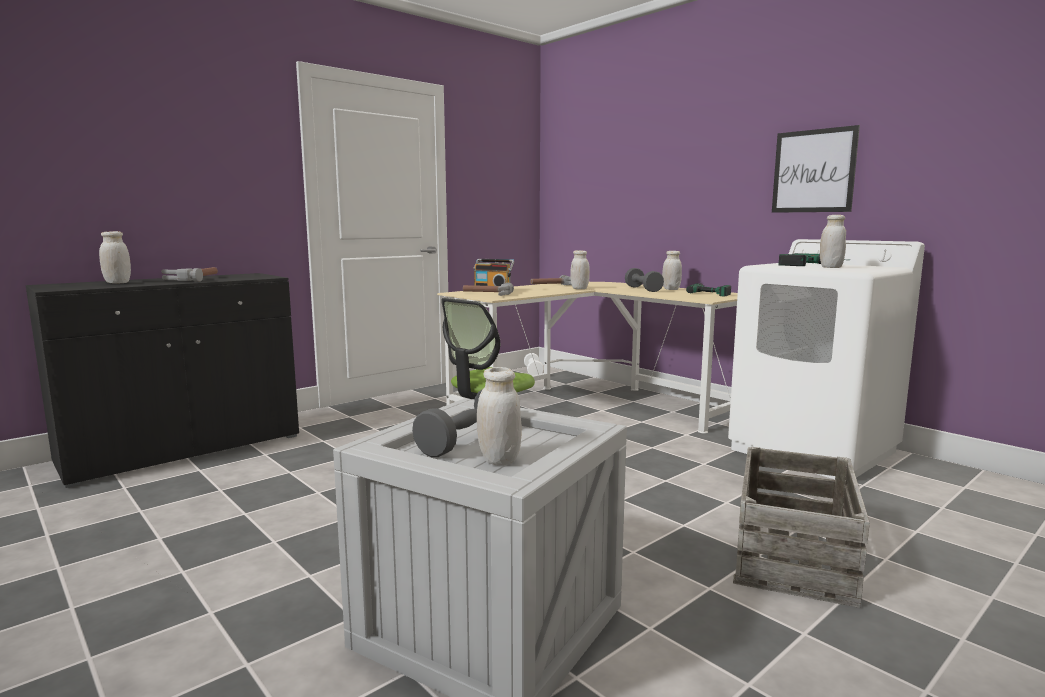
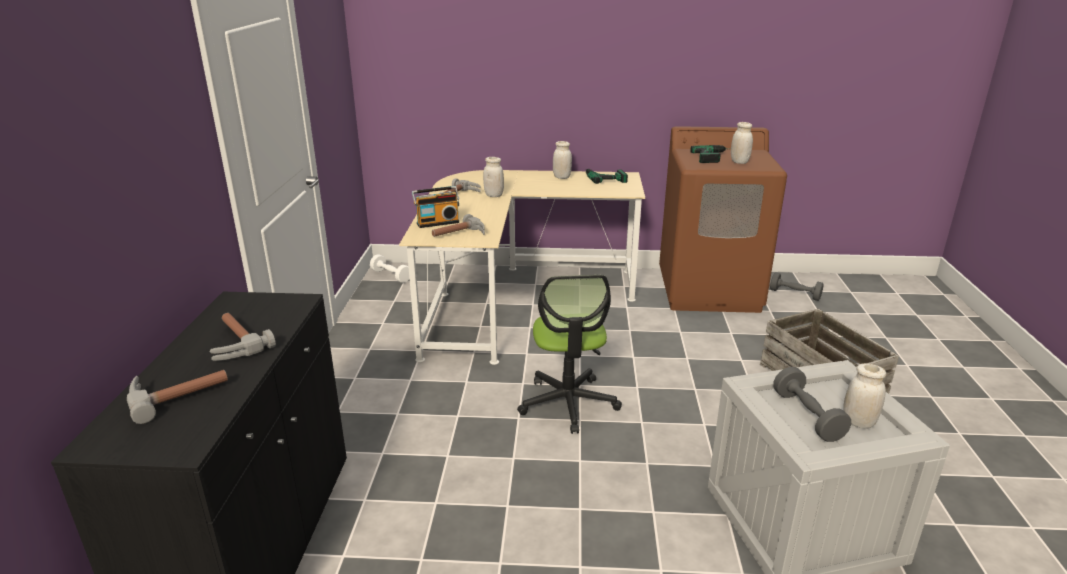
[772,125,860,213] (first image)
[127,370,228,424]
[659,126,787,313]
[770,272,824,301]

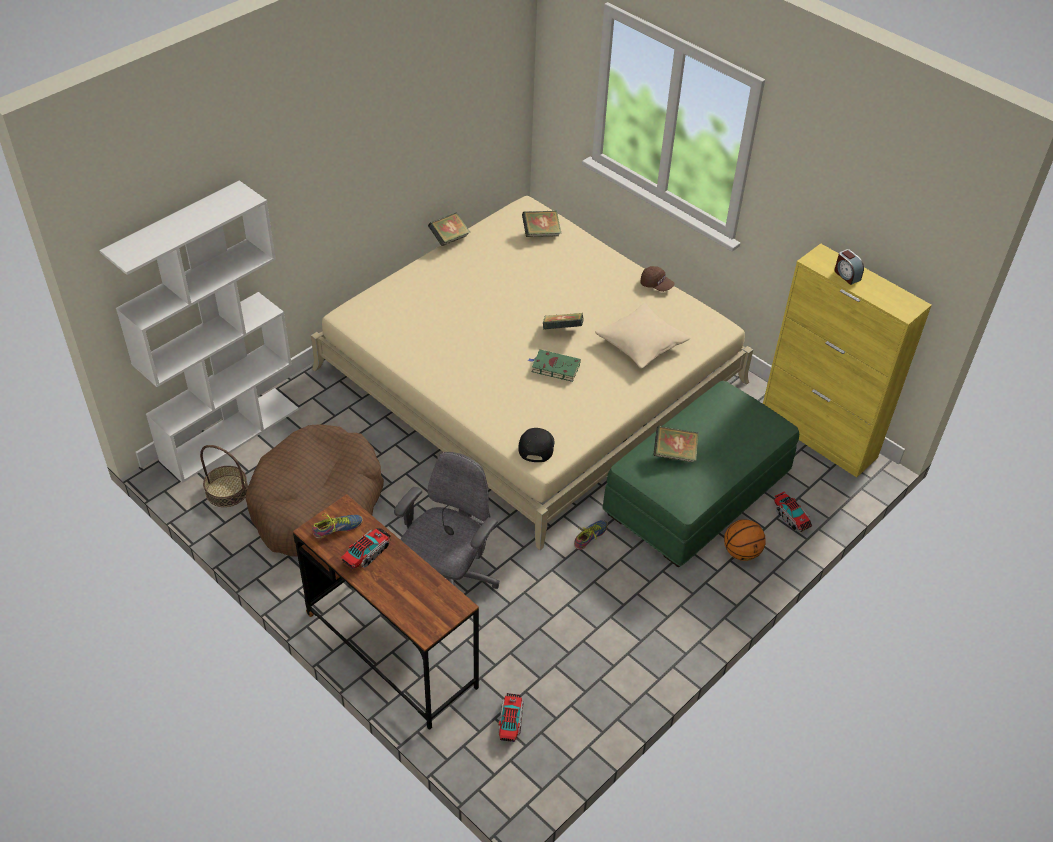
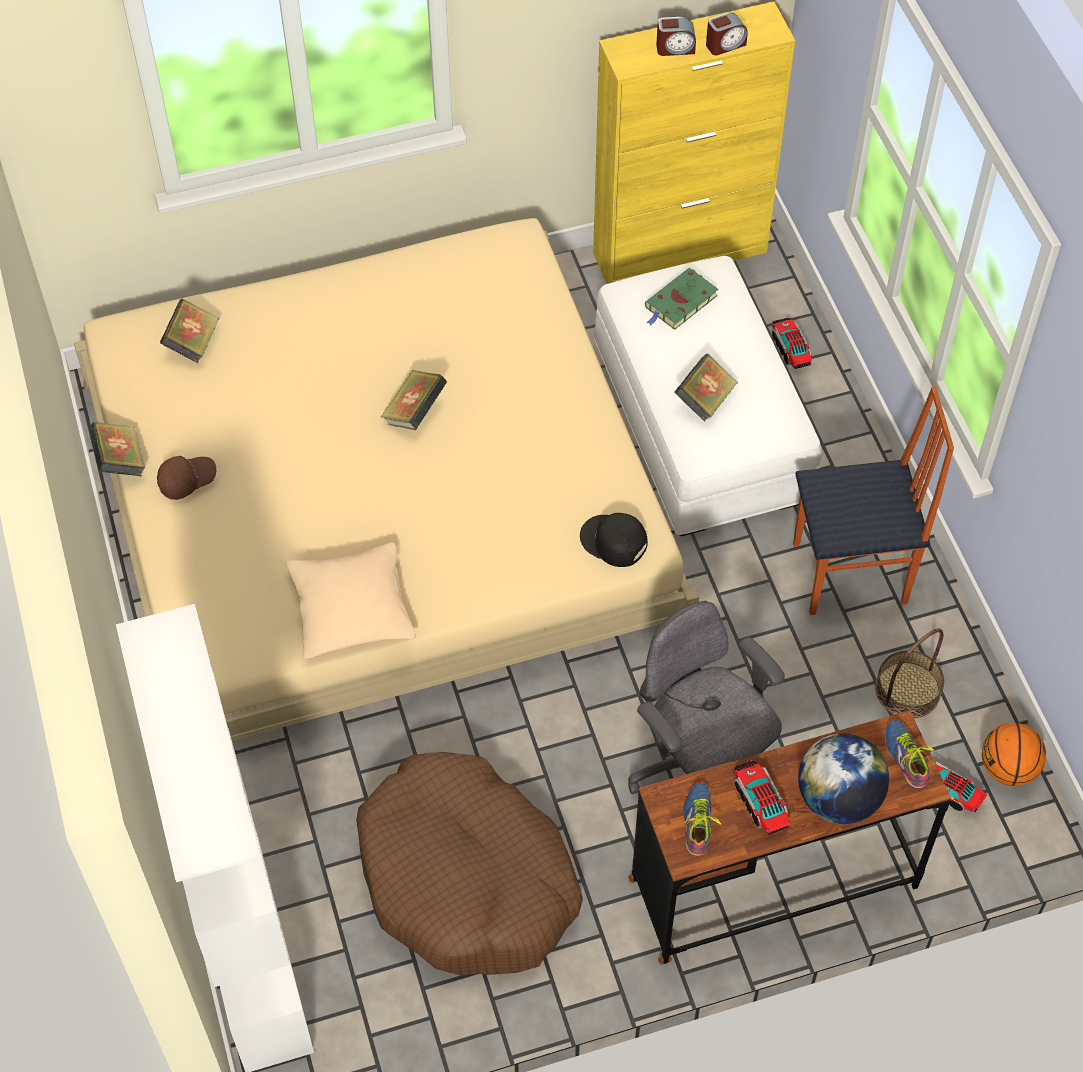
[157,456,216,500]
[286,542,416,659]
[645,268,718,330]
[594,256,822,536]
[875,628,944,718]
[772,318,812,369]
[982,723,1046,786]
[885,720,934,788]
[706,13,748,55]
[793,386,954,615]
[798,733,889,824]

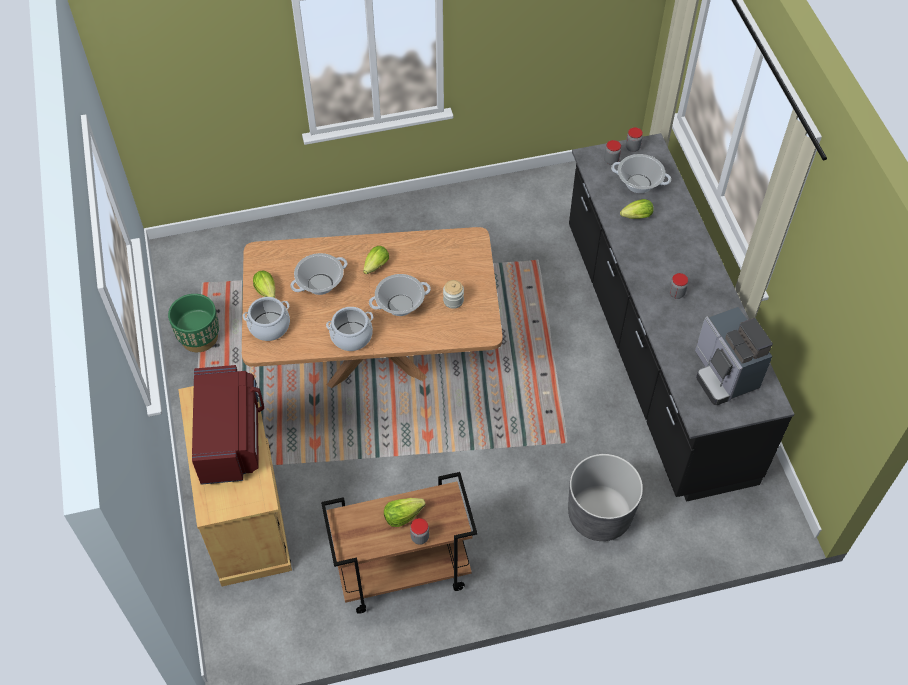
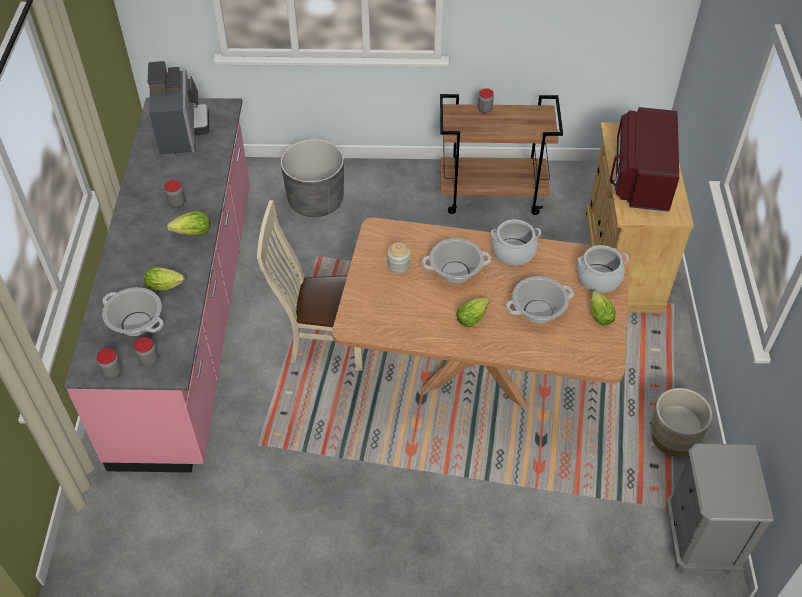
[64,98,250,473]
[651,388,712,456]
[167,211,210,236]
[257,200,363,371]
[666,443,773,575]

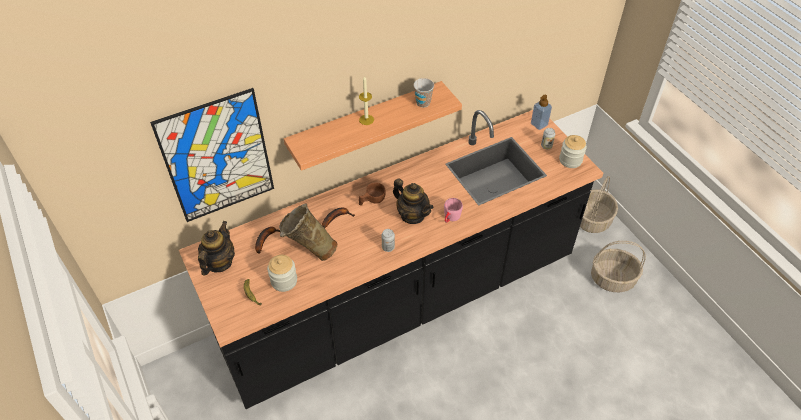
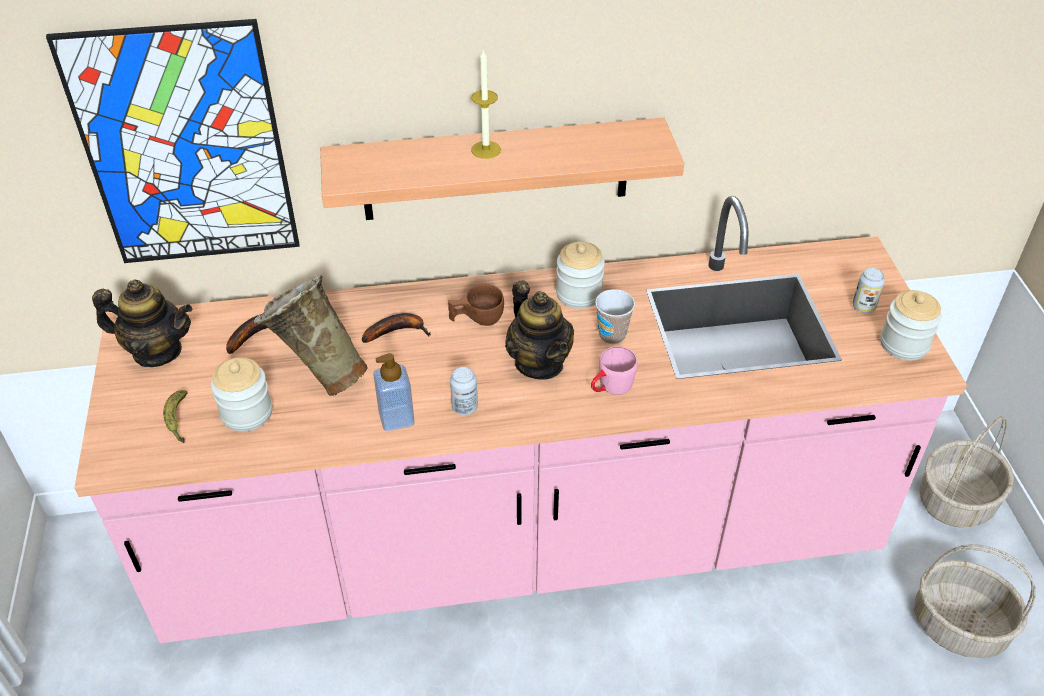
[595,289,635,344]
[373,353,415,431]
[74,196,967,643]
[92,279,192,367]
[556,242,605,309]

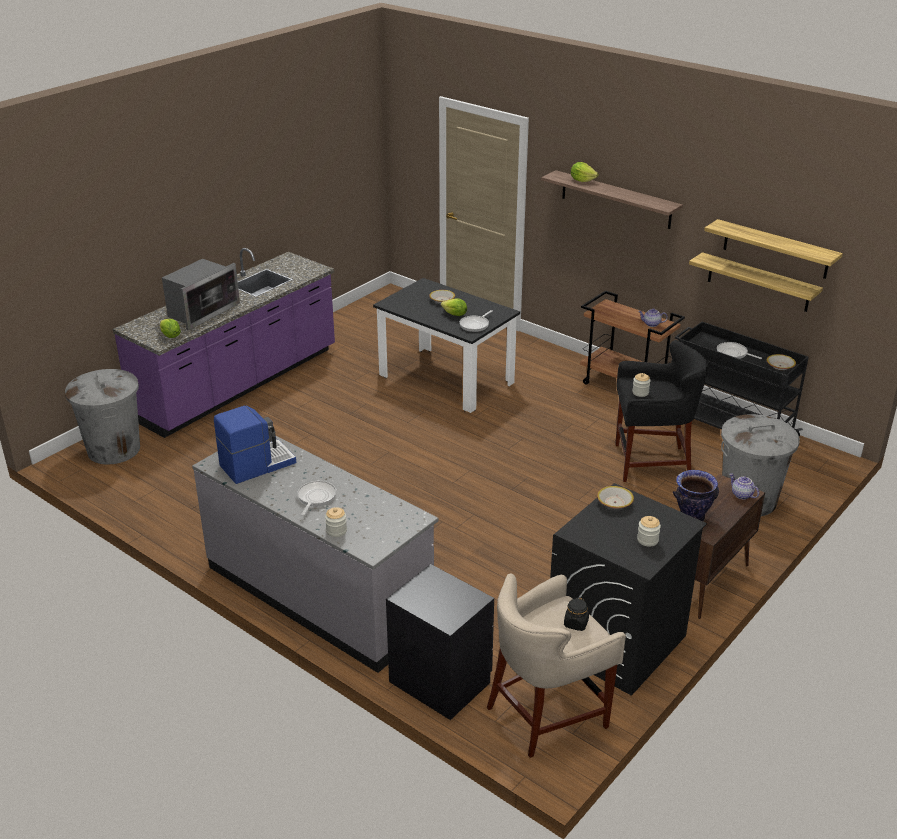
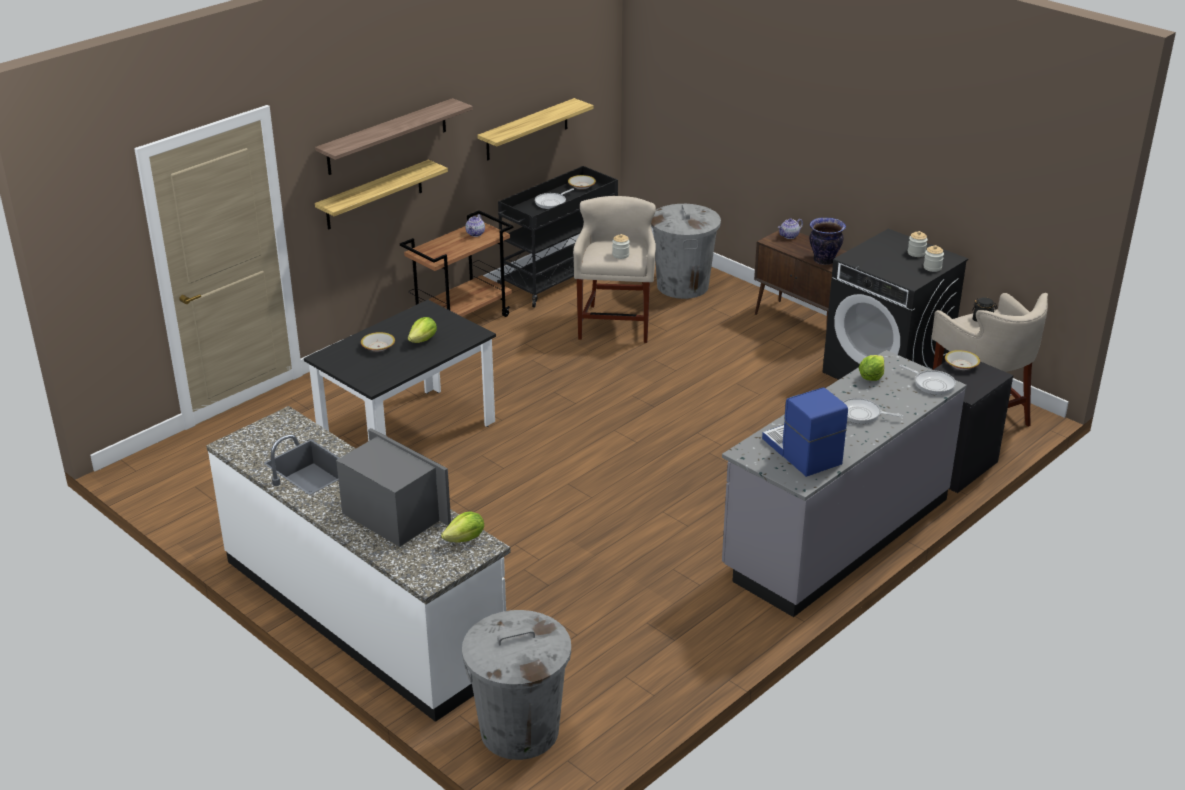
[859,355,884,381]
[315,160,448,230]
[206,406,511,722]
[899,365,956,395]
[573,196,656,343]
[945,350,980,370]
[923,245,944,272]

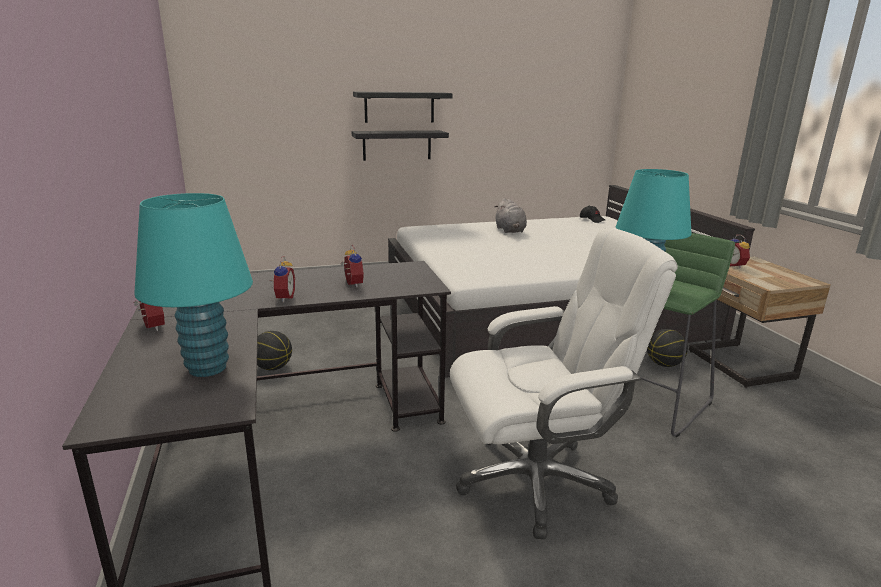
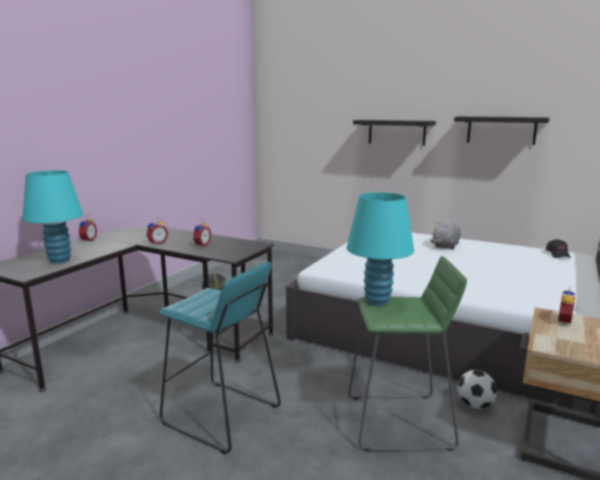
[454,116,550,145]
[159,261,281,454]
[457,370,497,409]

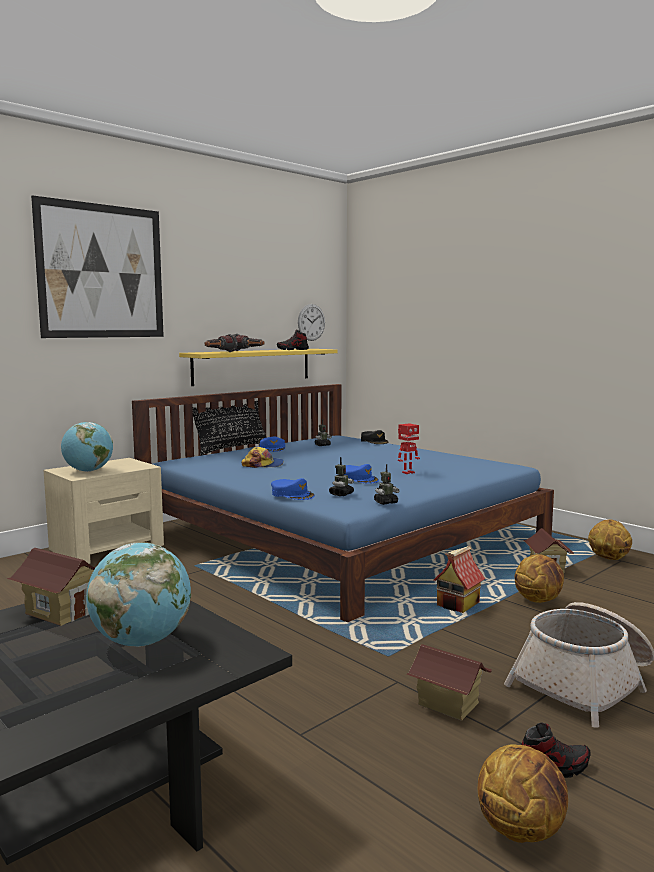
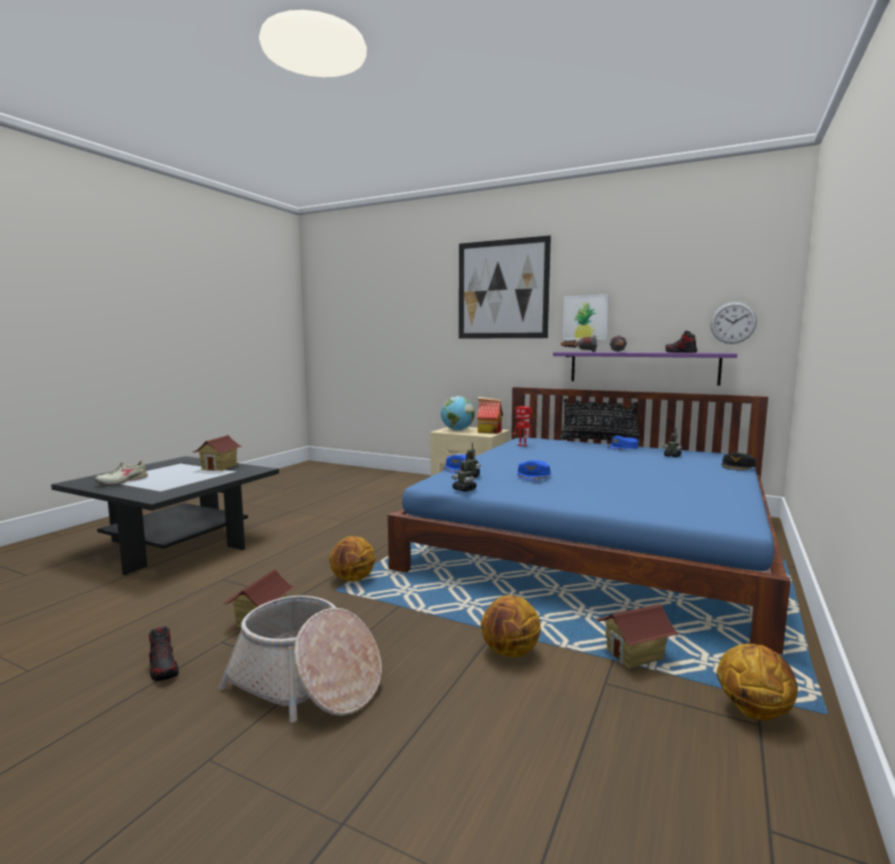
[553,352,737,386]
[513,406,532,447]
[241,447,284,468] (first image)
[86,542,191,647] (first image)
[477,397,503,434]
[329,536,375,581]
[563,295,609,340]
[94,460,148,485]

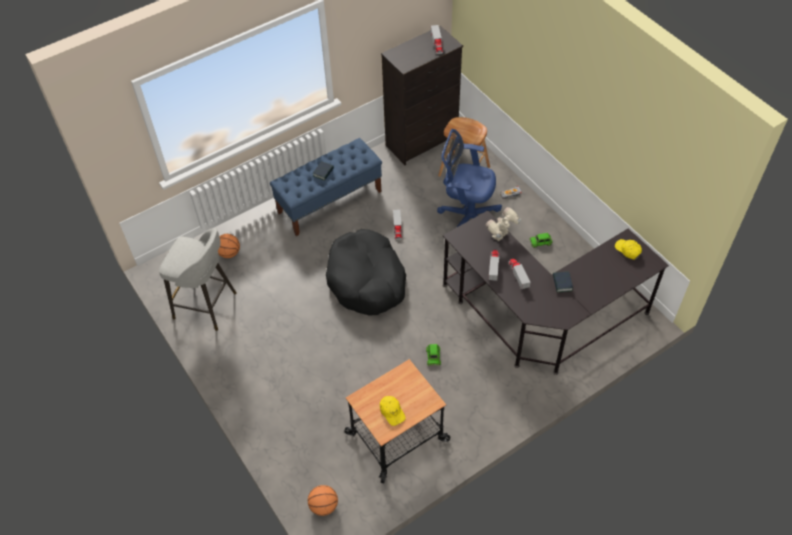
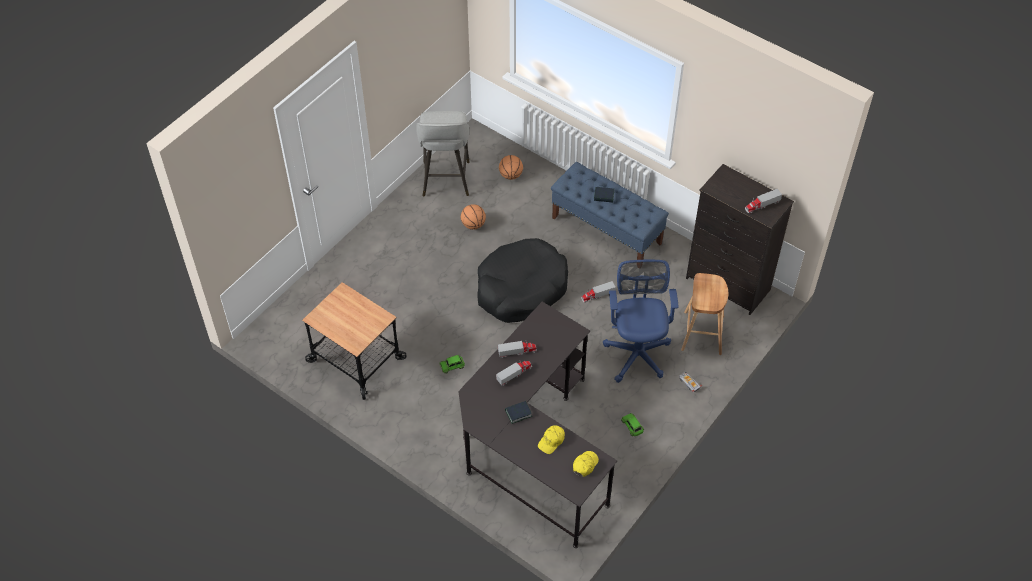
[485,207,521,241] (first image)
[538,426,565,454]
[461,204,486,230]

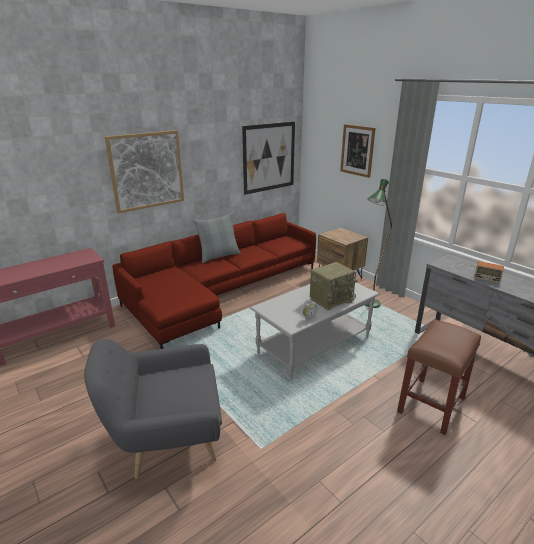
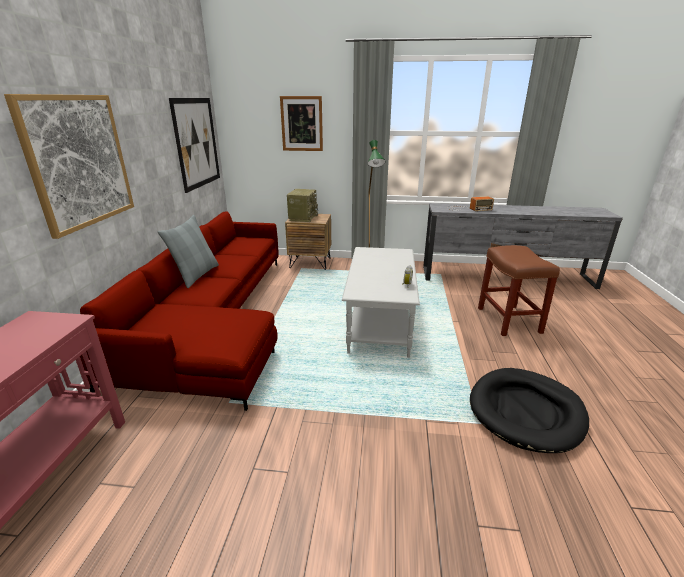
[287,189,318,222]
[84,339,222,479] (first image)
[470,368,589,453]

